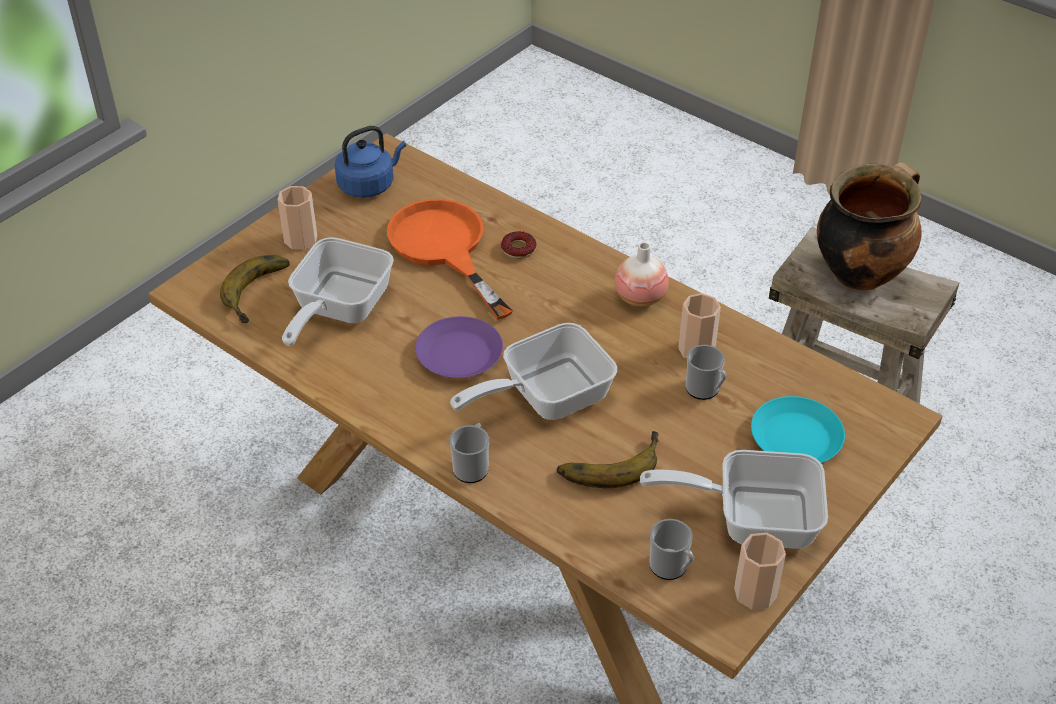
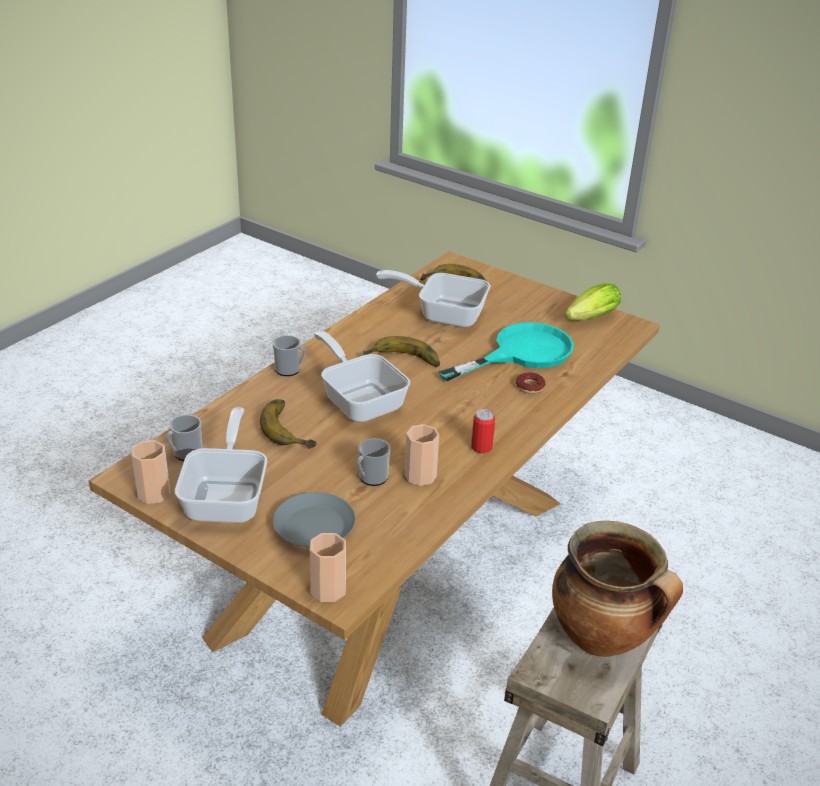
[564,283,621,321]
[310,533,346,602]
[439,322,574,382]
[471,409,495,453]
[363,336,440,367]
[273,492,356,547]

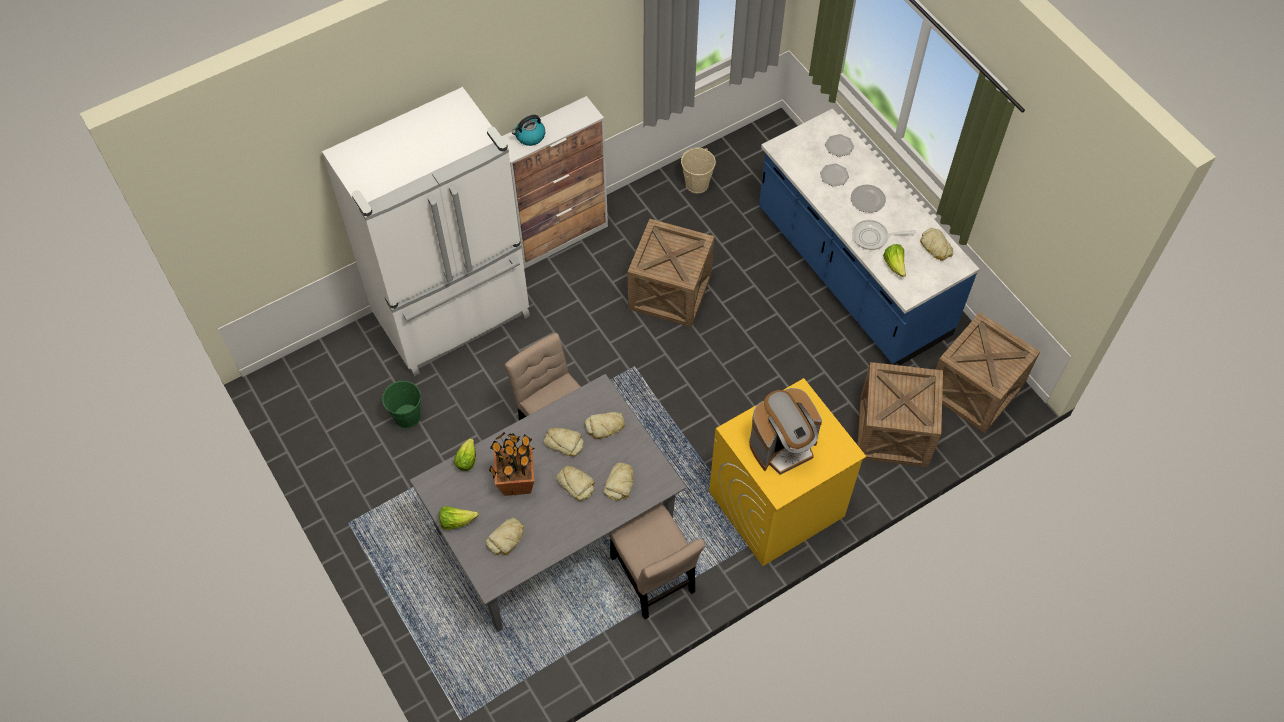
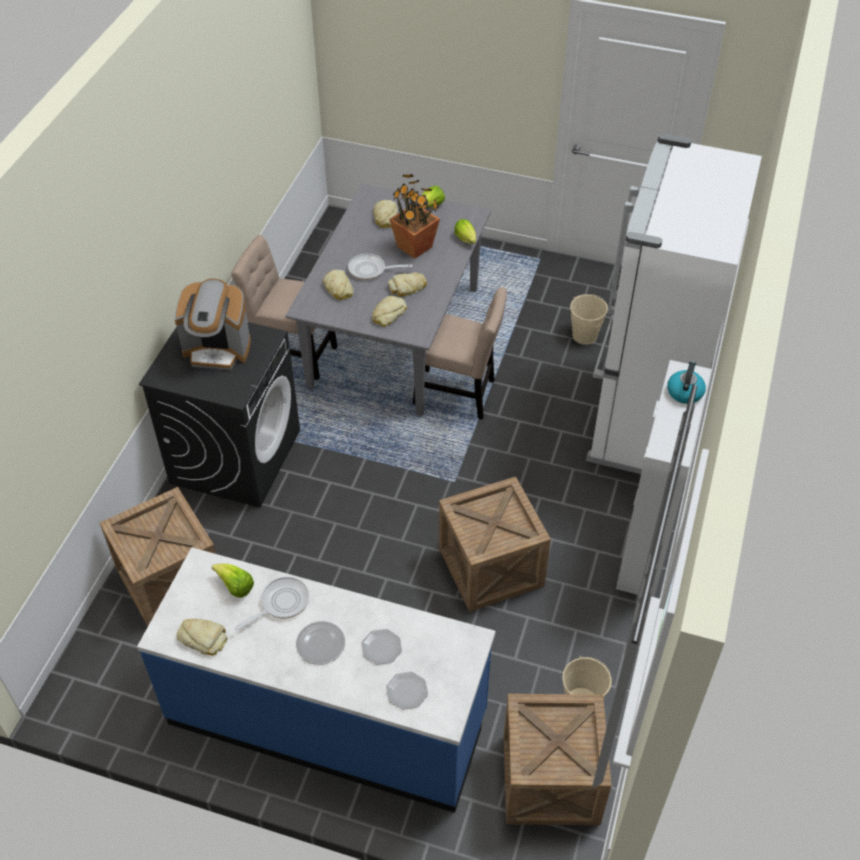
[504,694,612,825]
[139,322,300,508]
[570,294,608,345]
[175,279,251,370]
[348,253,413,280]

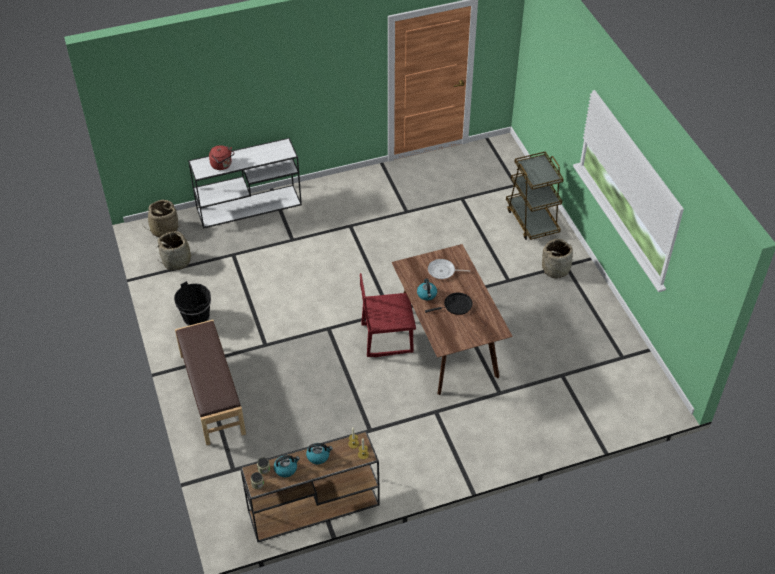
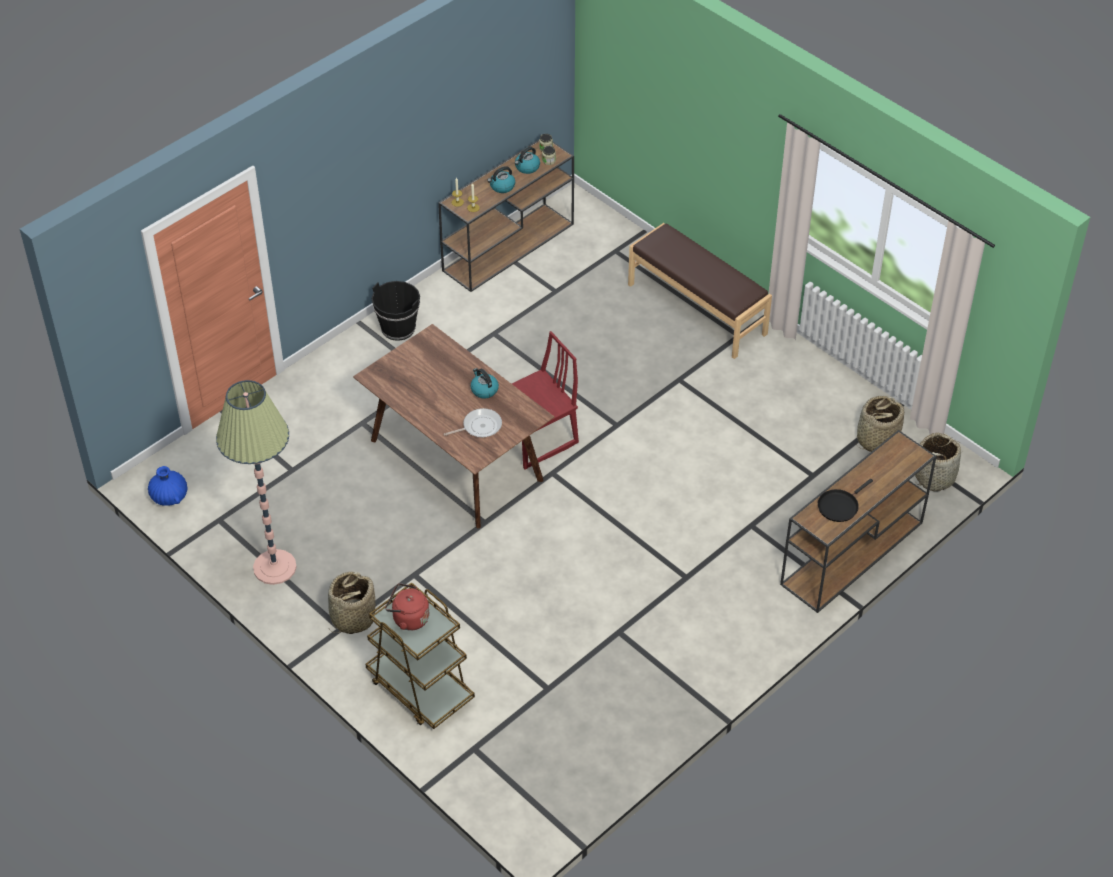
[780,430,937,613]
[385,583,429,630]
[371,281,420,341]
[818,479,873,522]
[216,380,297,585]
[148,466,188,506]

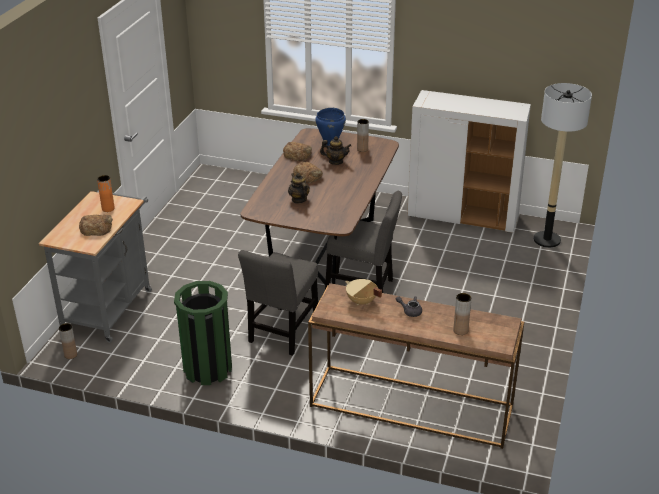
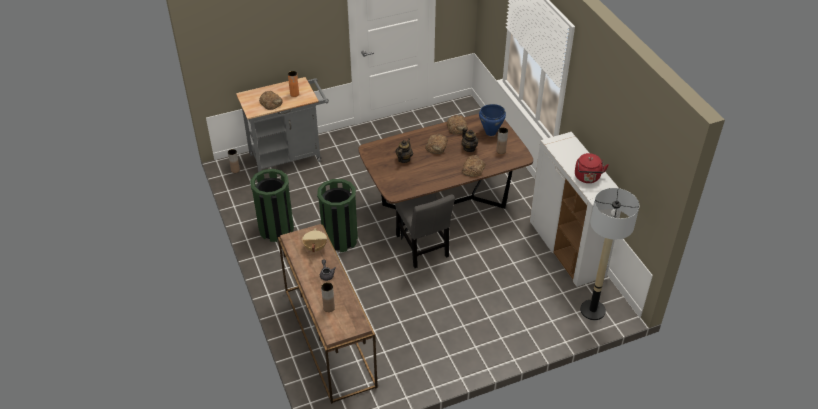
[317,179,358,253]
[575,153,609,183]
[462,155,486,177]

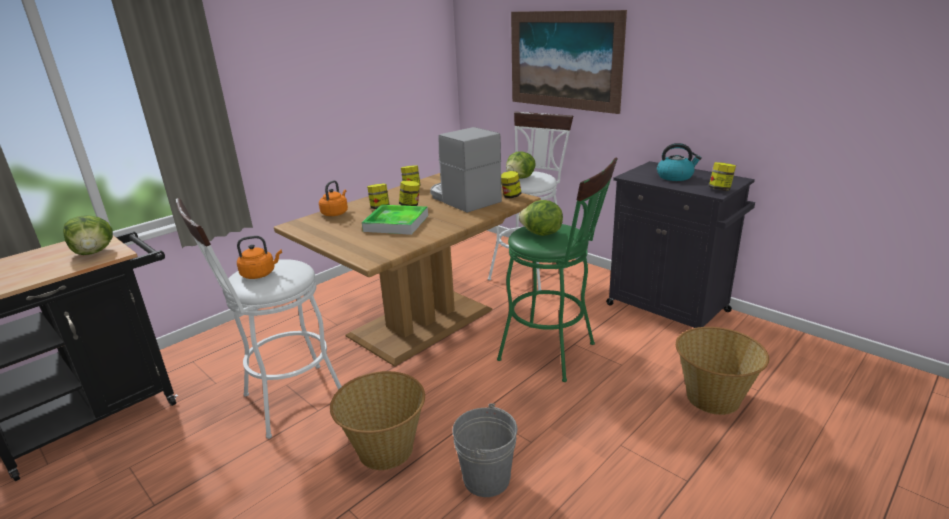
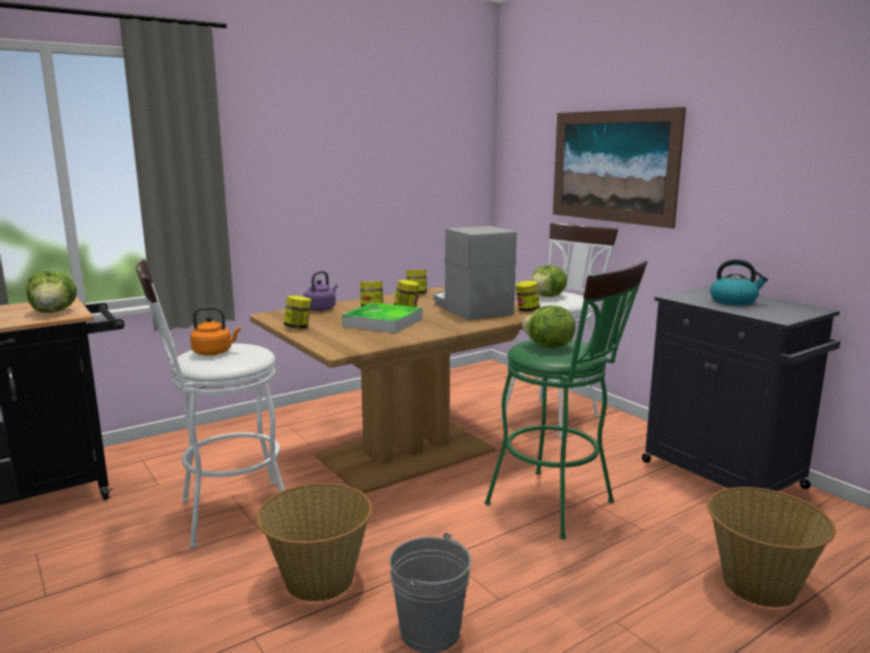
[284,296,311,329]
[304,271,338,311]

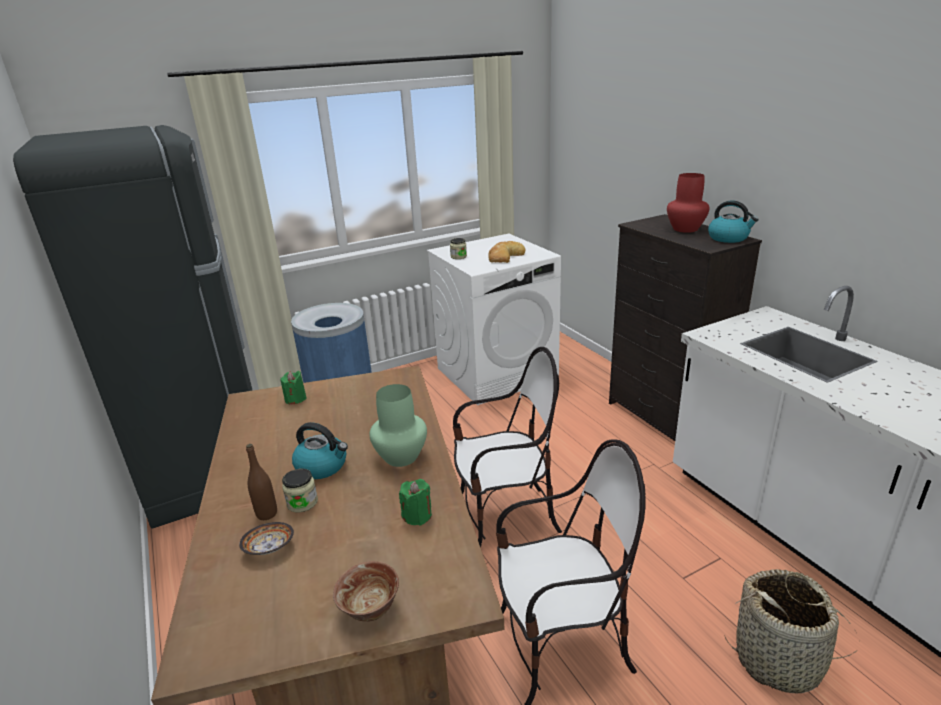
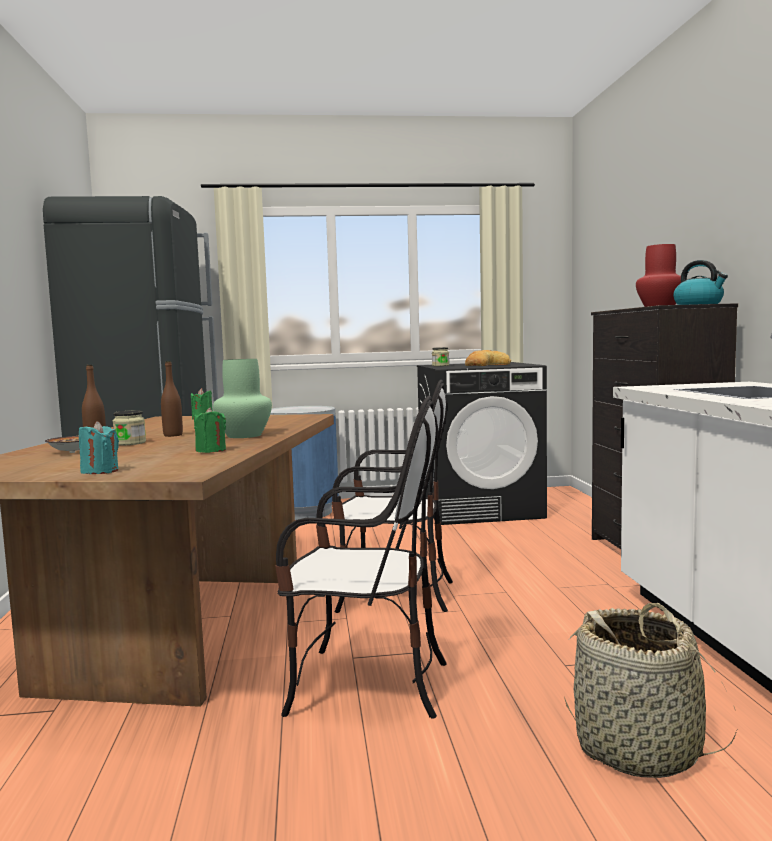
[417,362,547,525]
[161,361,183,437]
[79,421,119,474]

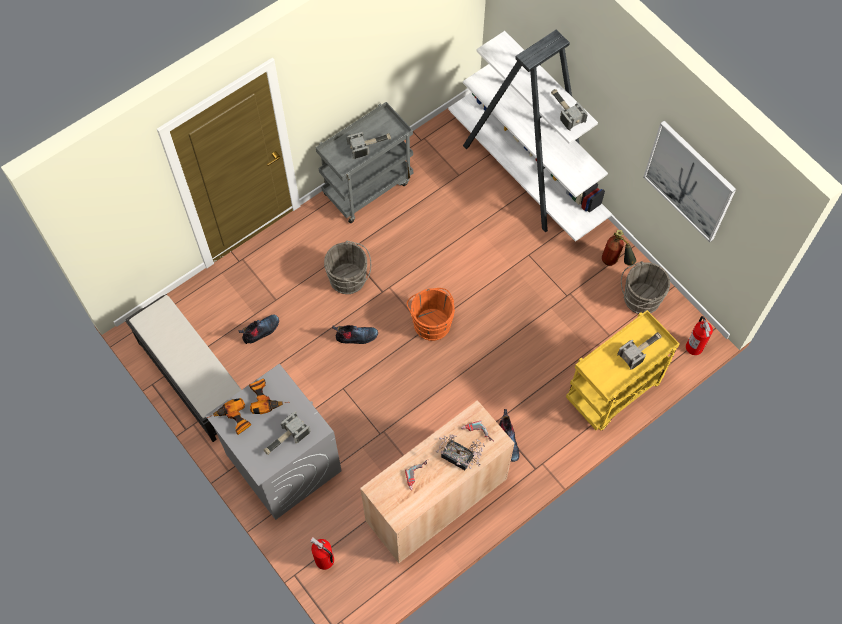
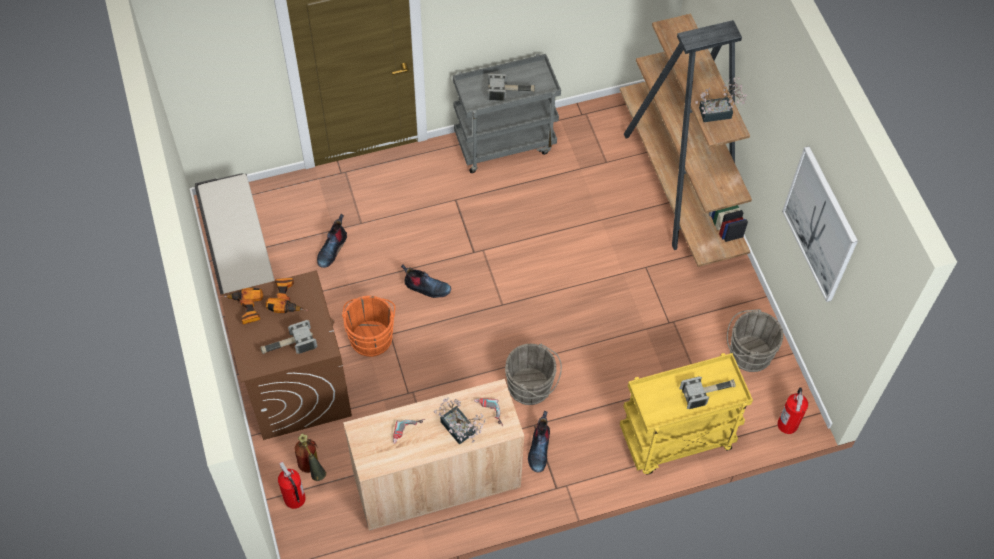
[620,13,752,267]
[695,77,747,122]
[295,434,326,481]
[505,344,562,405]
[342,296,395,357]
[317,214,347,268]
[220,271,352,440]

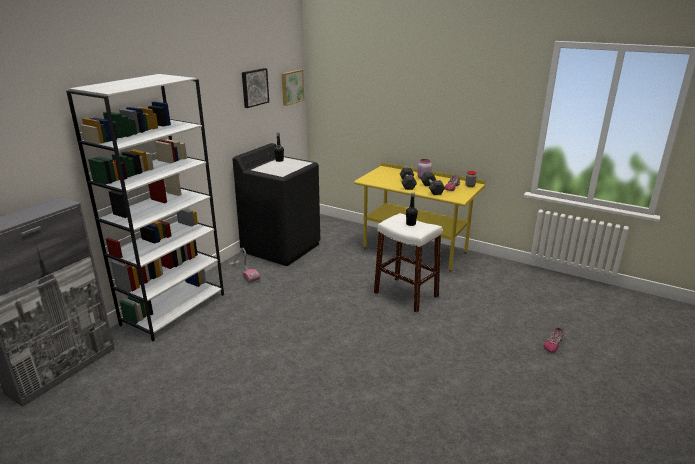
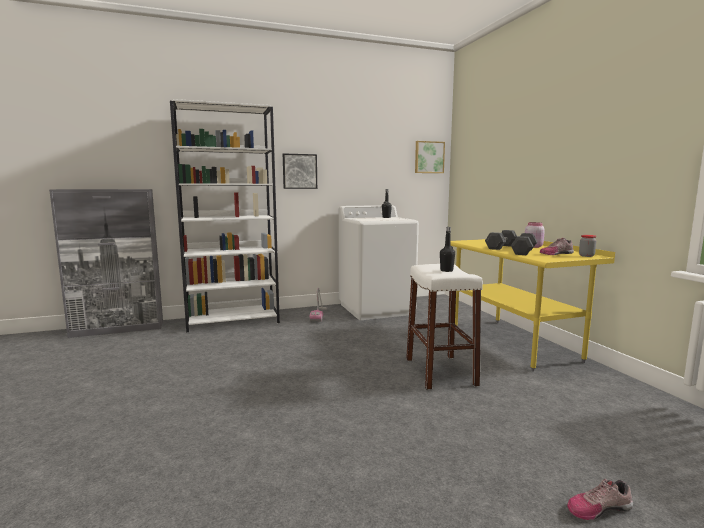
[283,154,317,189]
[339,205,419,320]

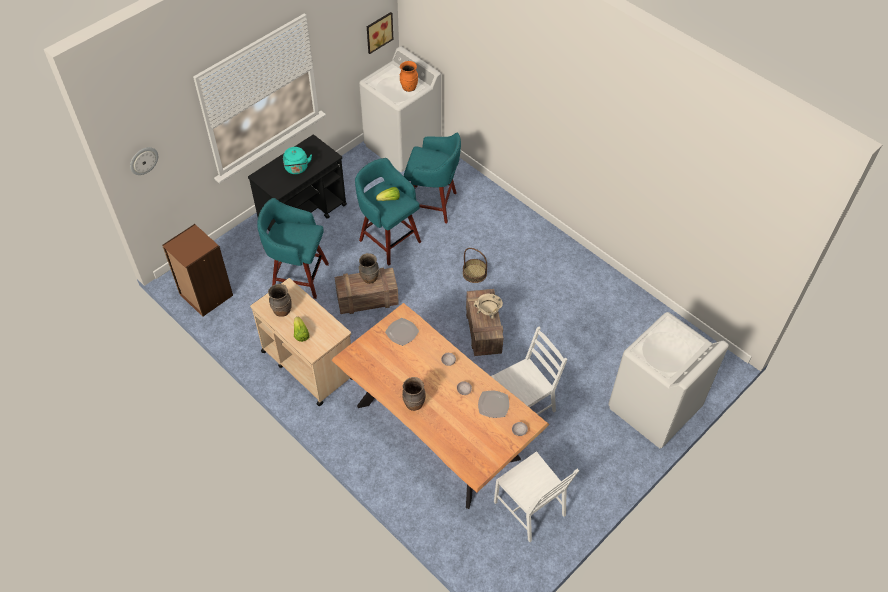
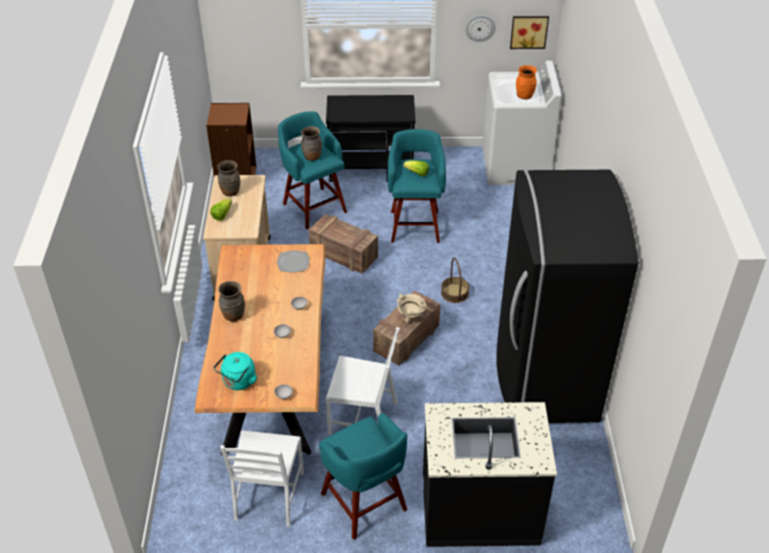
[319,413,407,540]
[465,15,496,42]
[214,352,257,390]
[301,126,322,161]
[423,402,557,547]
[478,390,509,418] (first image)
[496,170,638,423]

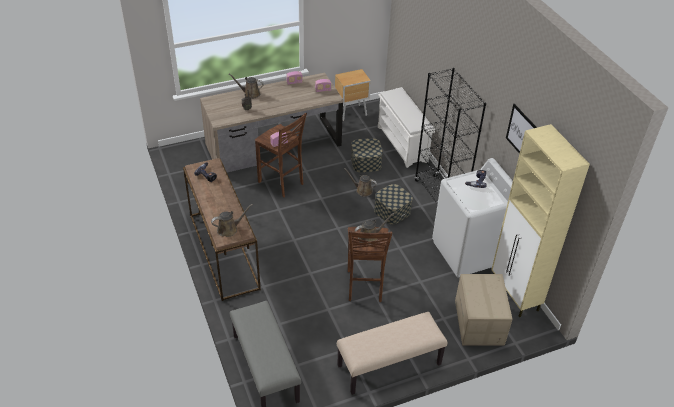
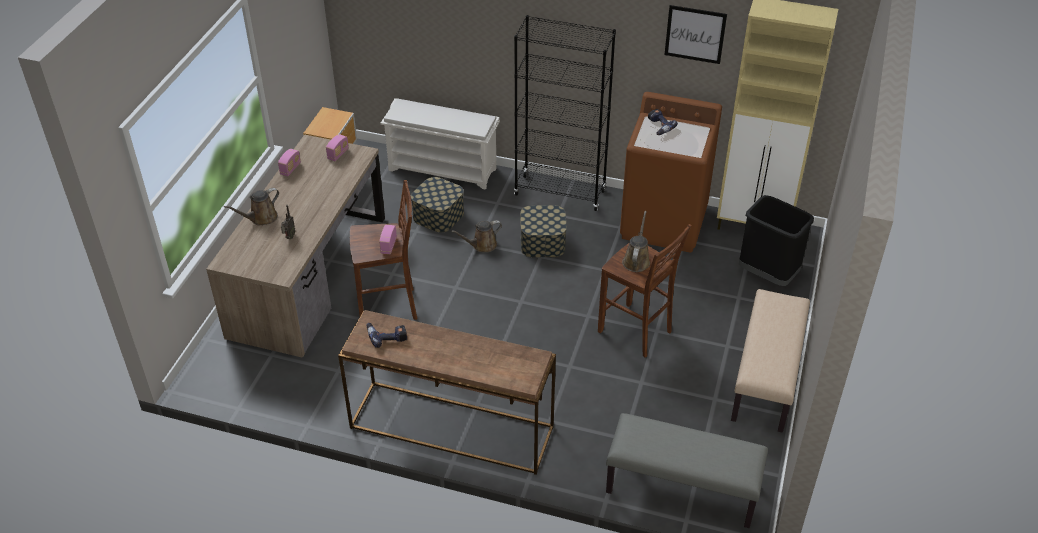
[620,92,722,253]
[211,204,253,237] (first image)
[739,195,814,286]

